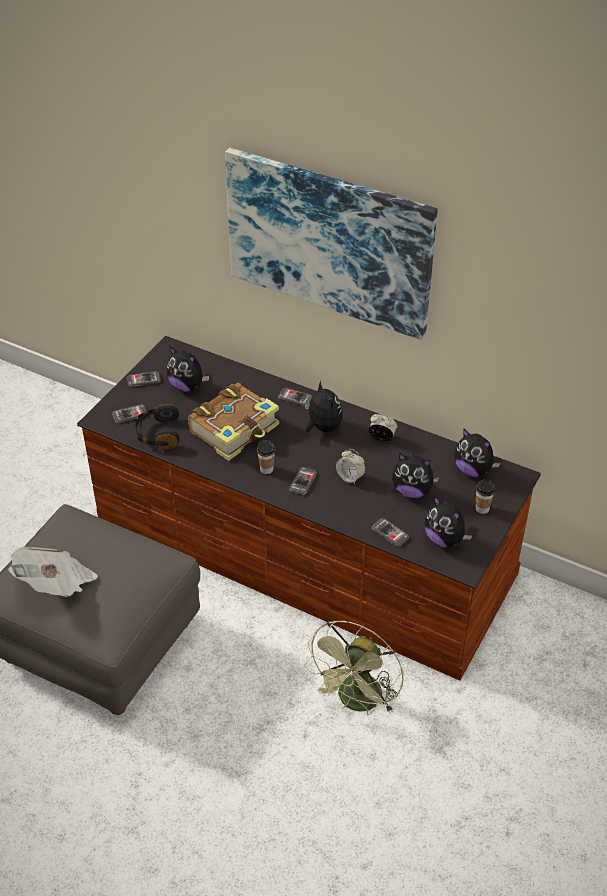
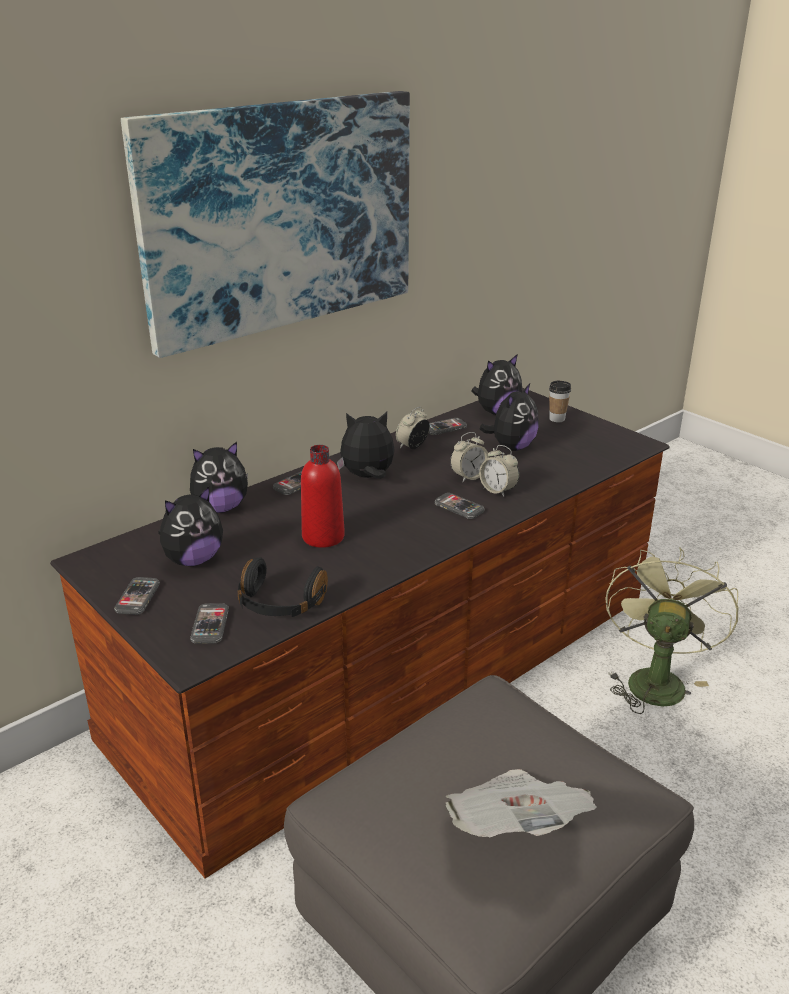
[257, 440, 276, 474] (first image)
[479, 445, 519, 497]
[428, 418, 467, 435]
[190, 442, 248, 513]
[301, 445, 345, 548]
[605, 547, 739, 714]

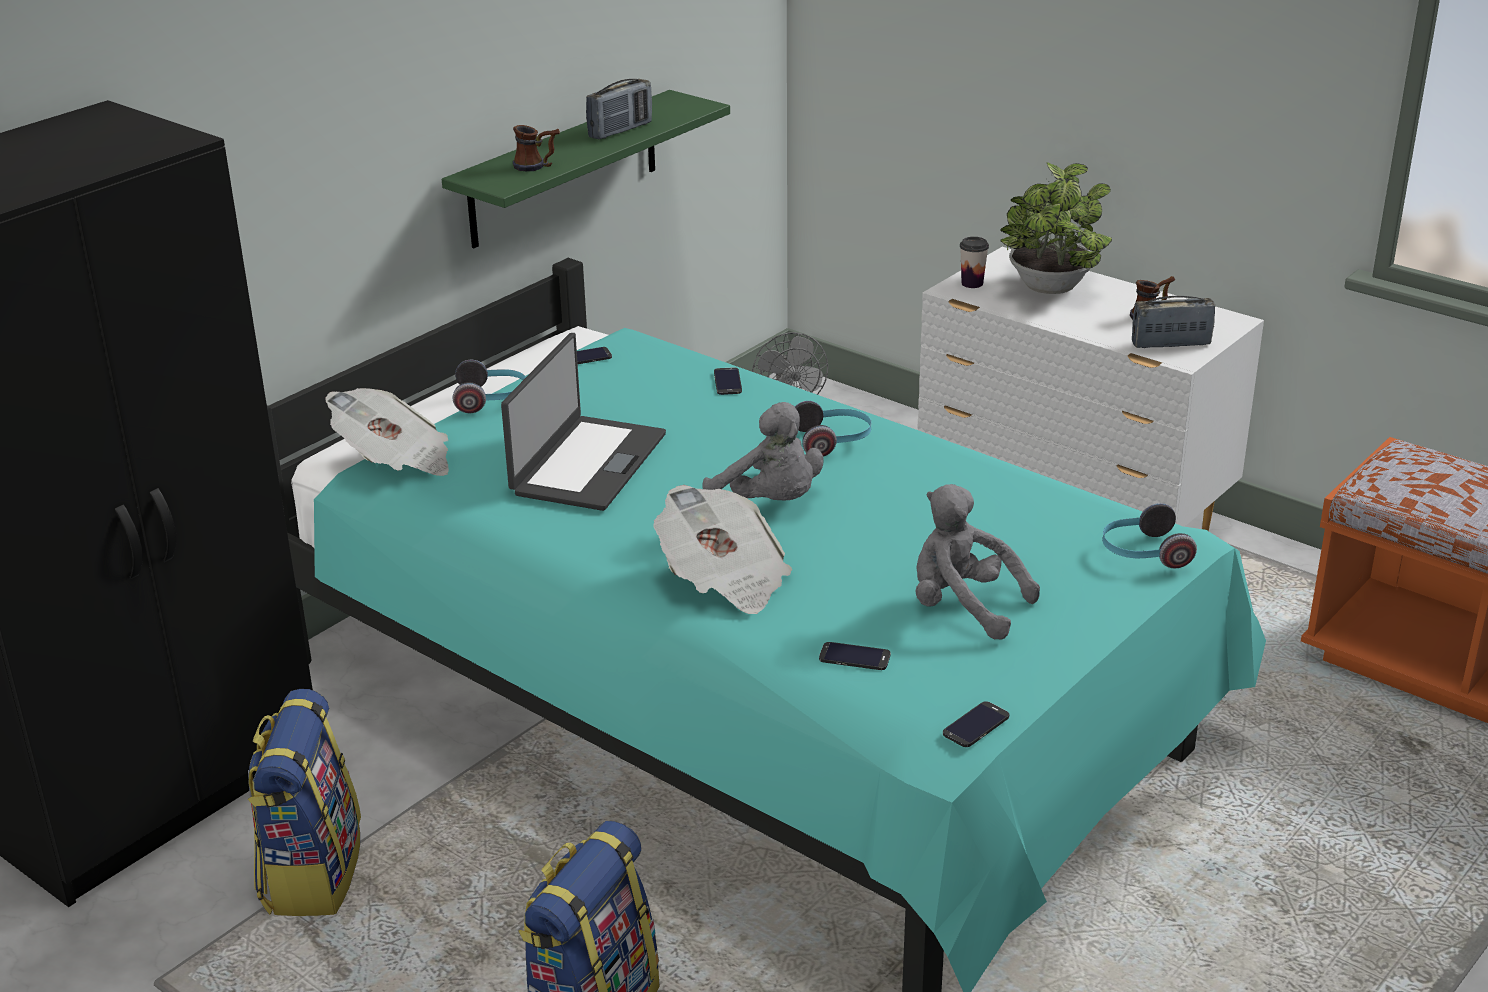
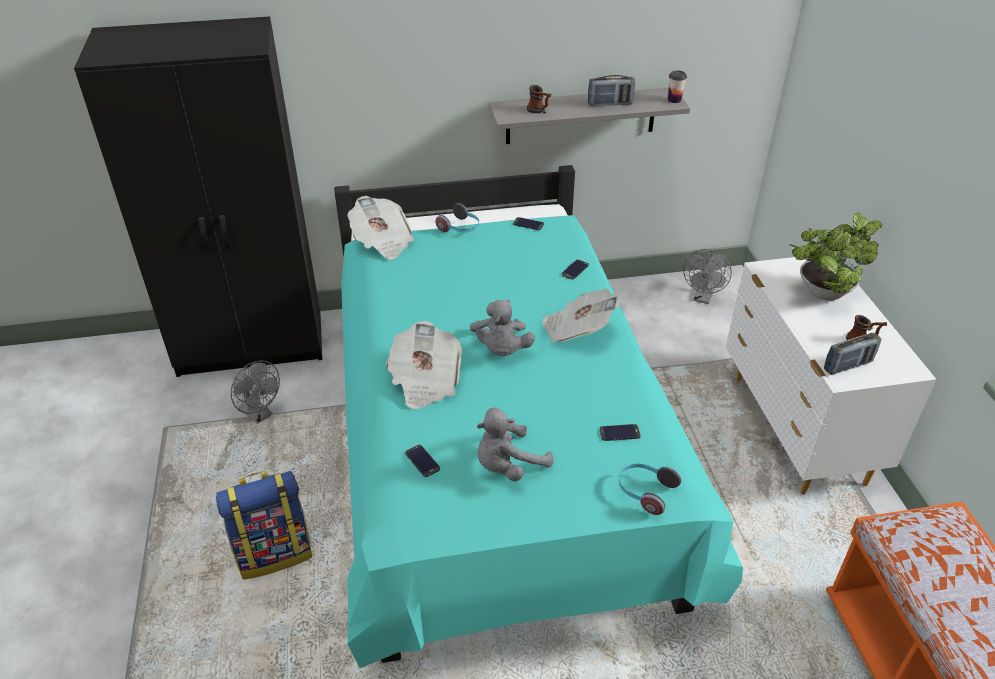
[501, 333, 666, 511] (first image)
[599, 424, 641, 441]
[668, 70, 687, 103]
[231, 360, 280, 424]
[542, 289, 620, 343]
[489, 87, 690, 144]
[477, 407, 554, 482]
[824, 333, 882, 375]

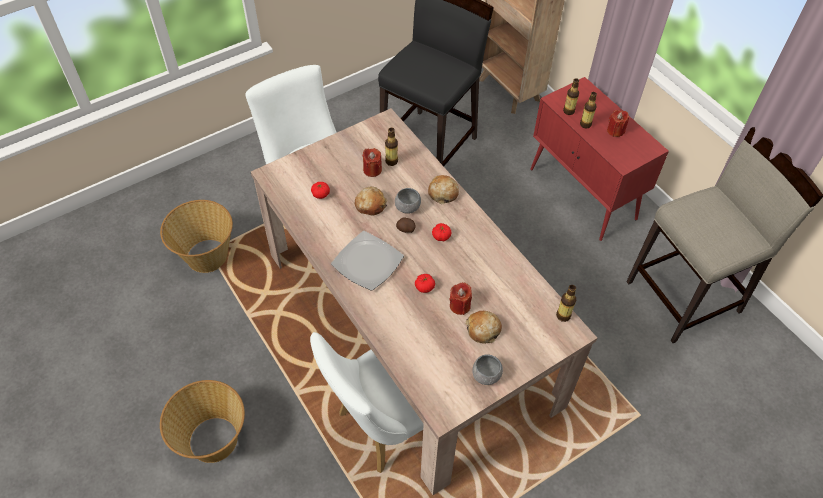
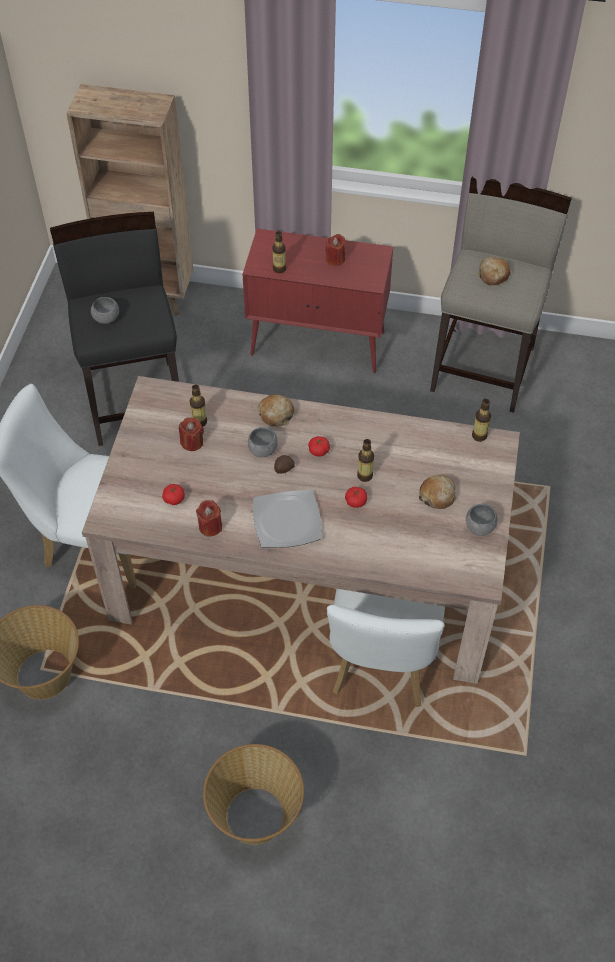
[91, 297, 119, 324]
[478, 257, 511, 285]
[196, 500, 222, 536]
[357, 439, 374, 482]

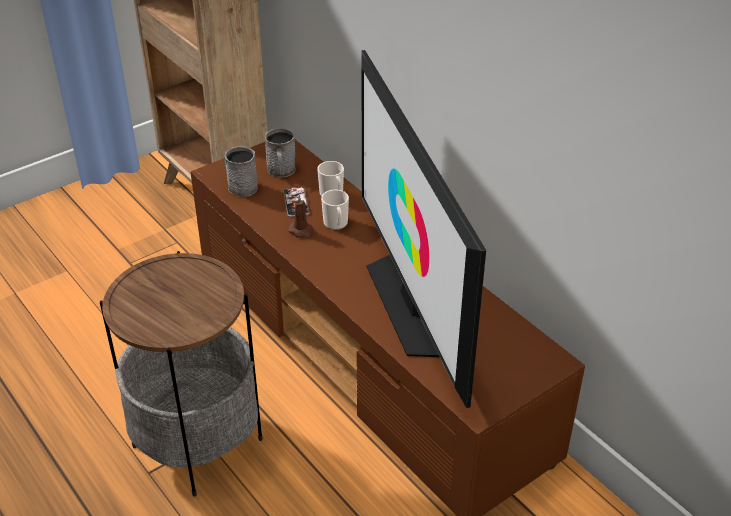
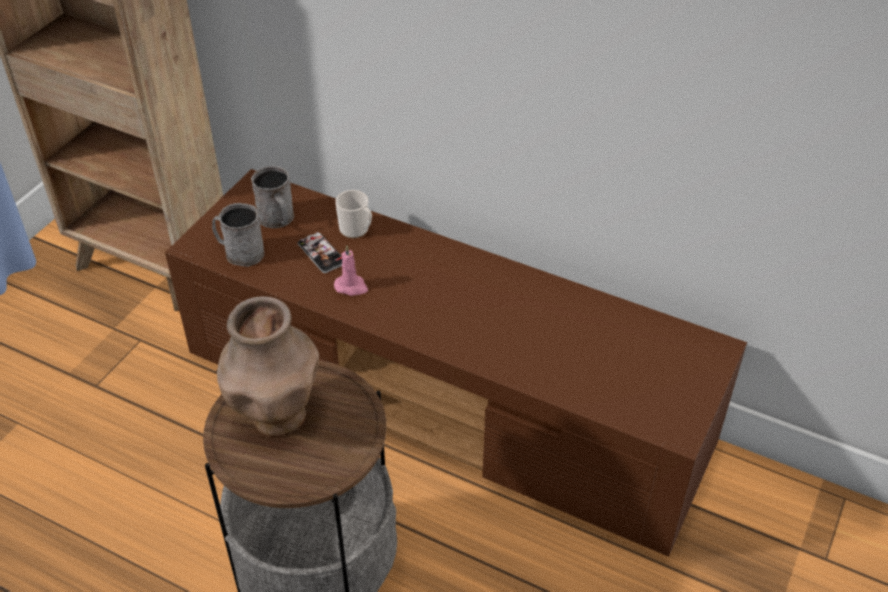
[321, 190, 349, 230] (first image)
[361, 50, 486, 408] (first image)
[217, 297, 319, 436]
[334, 245, 368, 296]

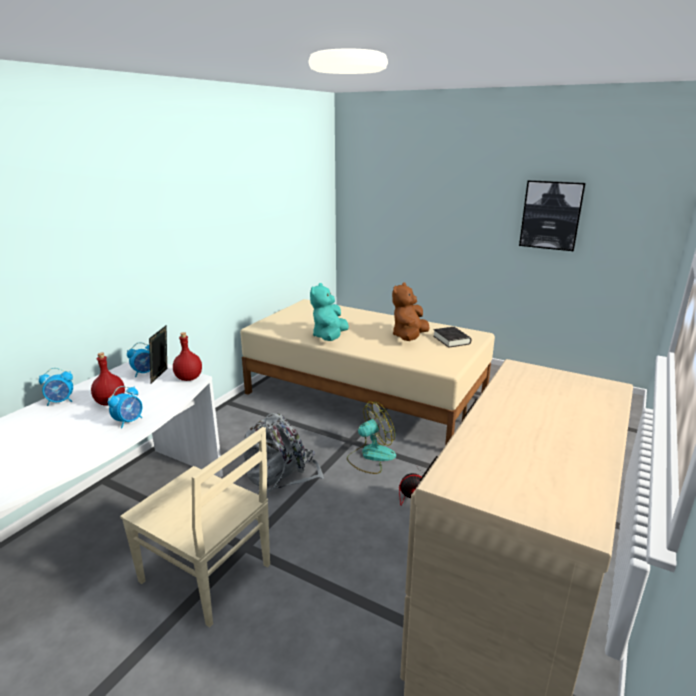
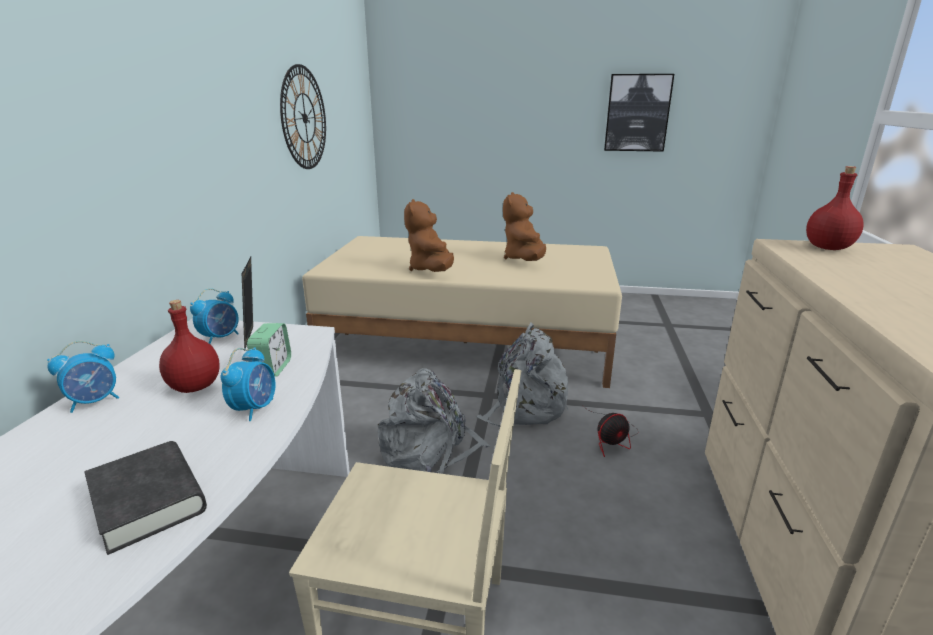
[247, 323, 291, 377]
[280, 64, 326, 169]
[806, 166, 864, 250]
[84, 441, 207, 555]
[476, 322, 568, 427]
[404, 199, 454, 272]

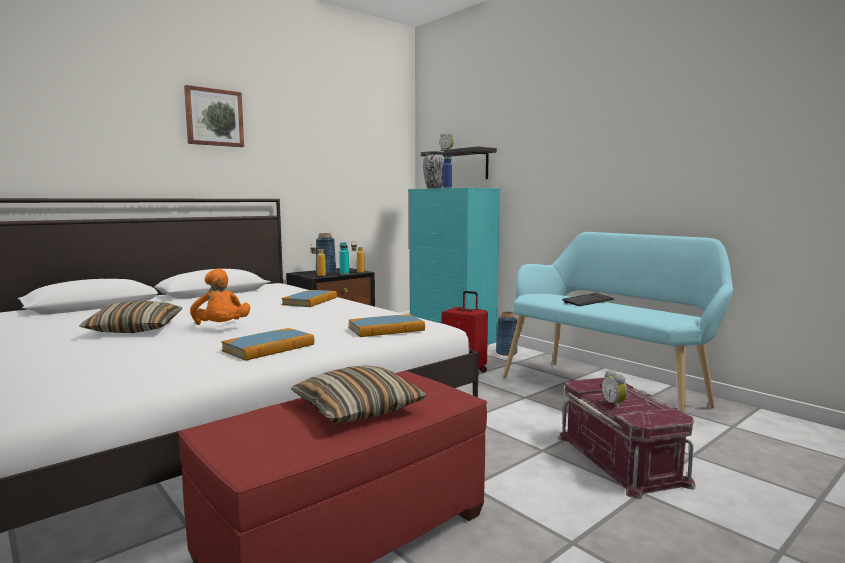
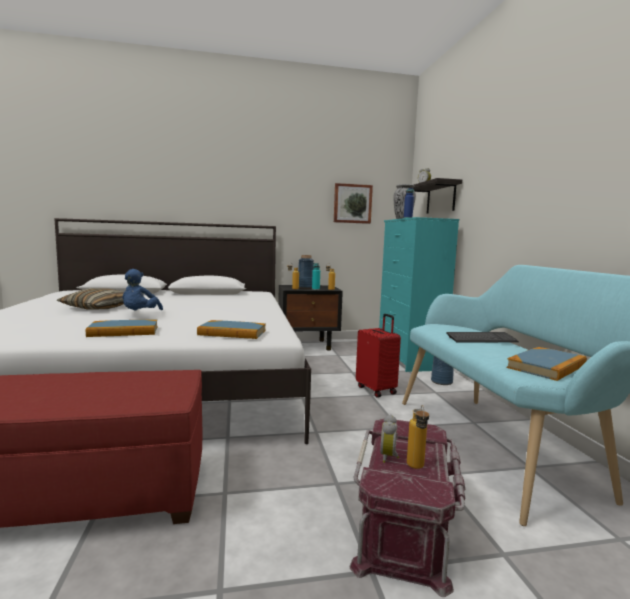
[291, 365, 427, 423] (first image)
[407, 405, 429, 469]
[334, 183, 373, 224]
[507, 347, 587, 381]
[122, 269, 163, 311]

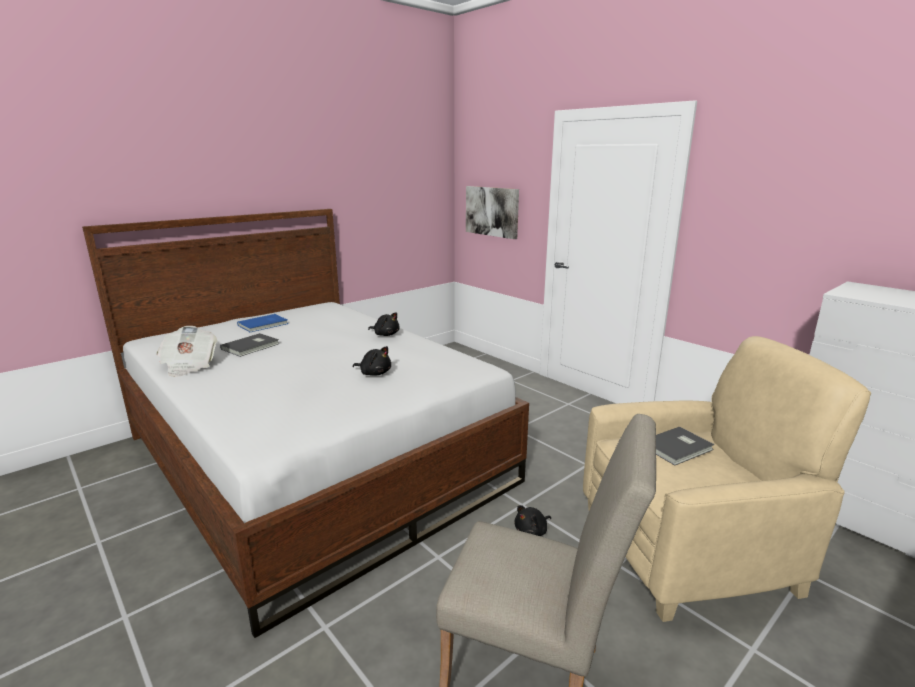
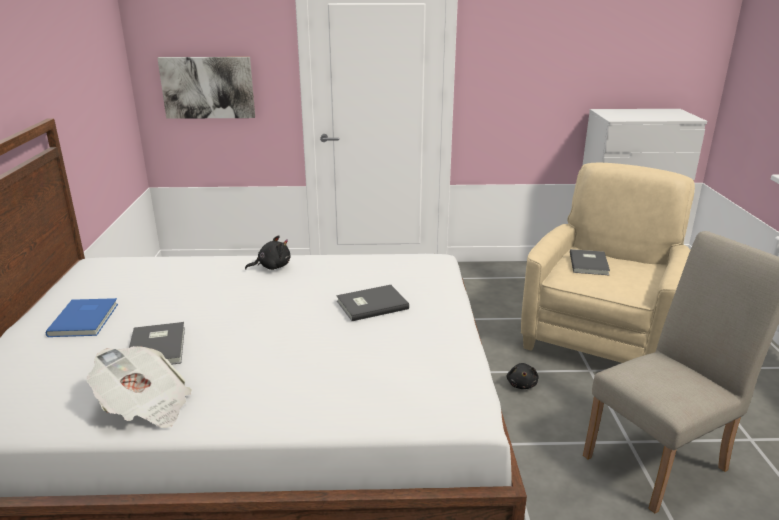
[336, 285, 409, 321]

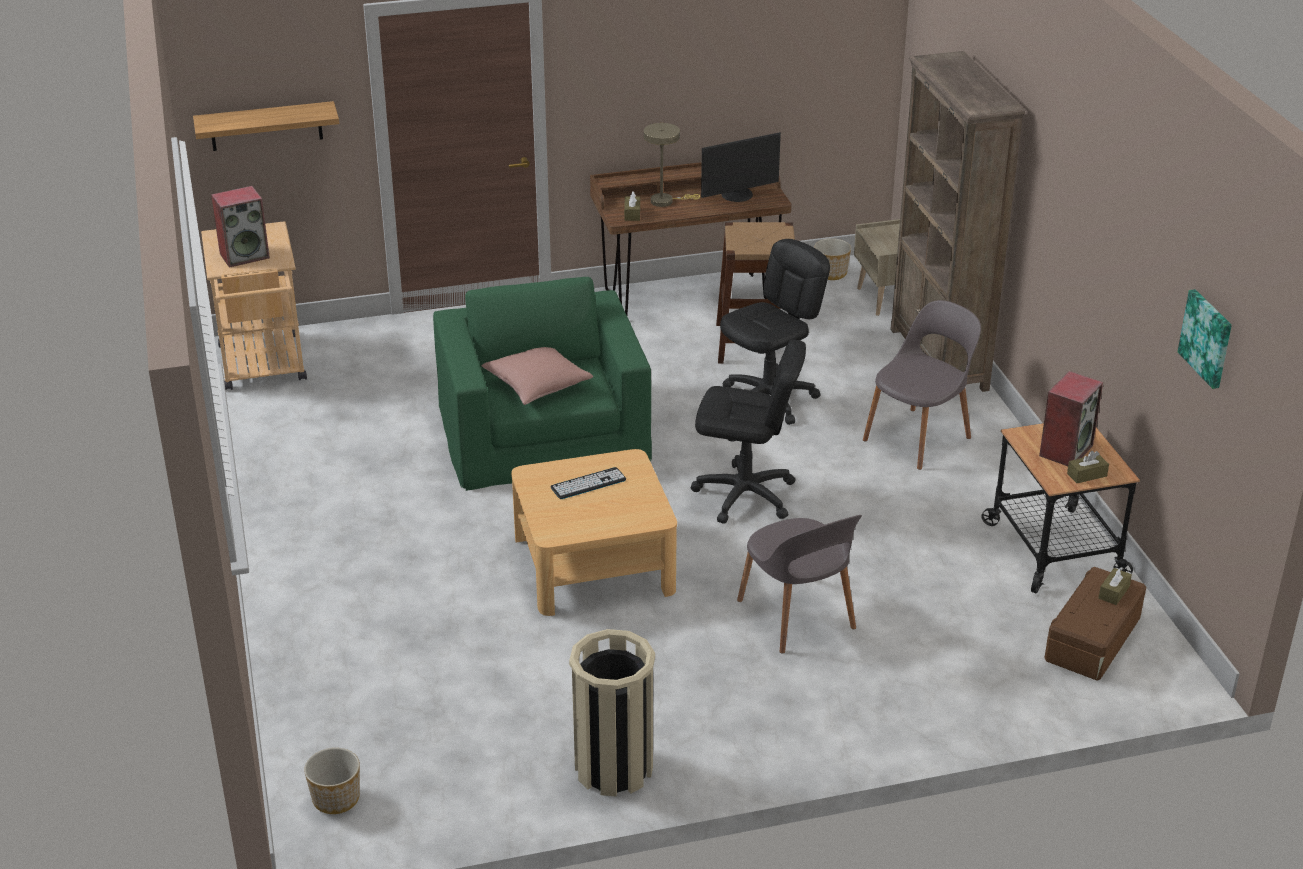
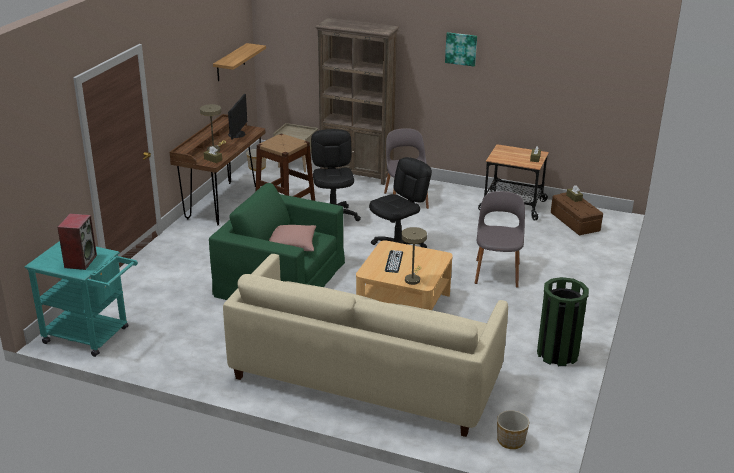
[1039, 371, 1103, 466] (first image)
[223, 254, 508, 437]
[401, 227, 427, 285]
[213, 43, 266, 81]
[445, 32, 477, 67]
[25, 241, 138, 357]
[537, 277, 589, 366]
[475, 191, 525, 288]

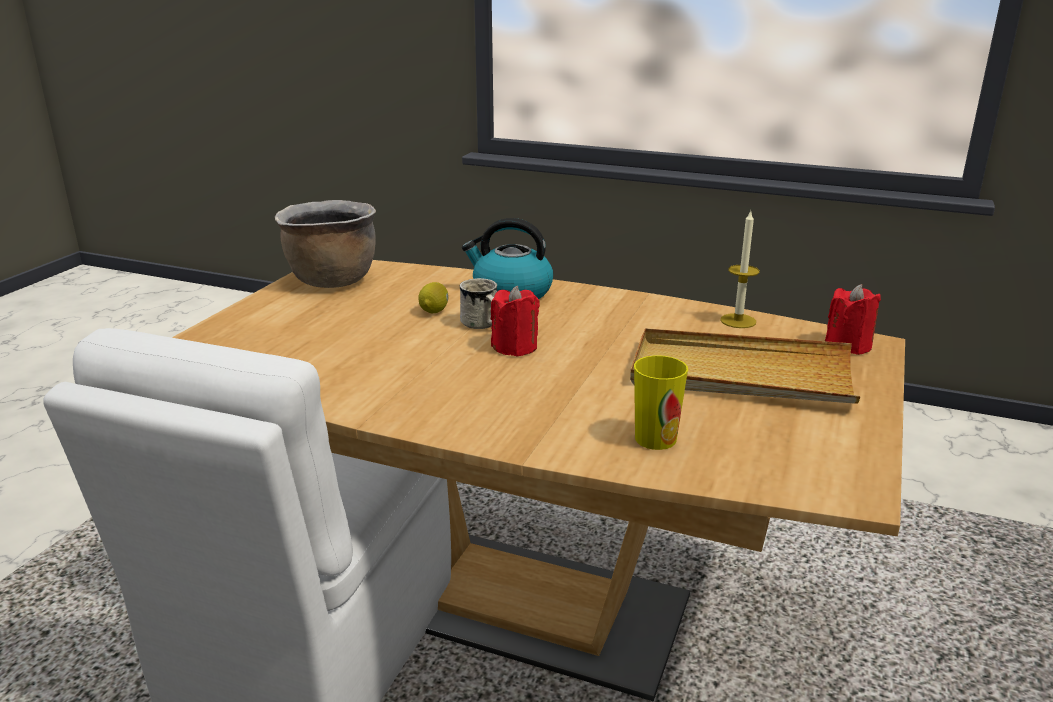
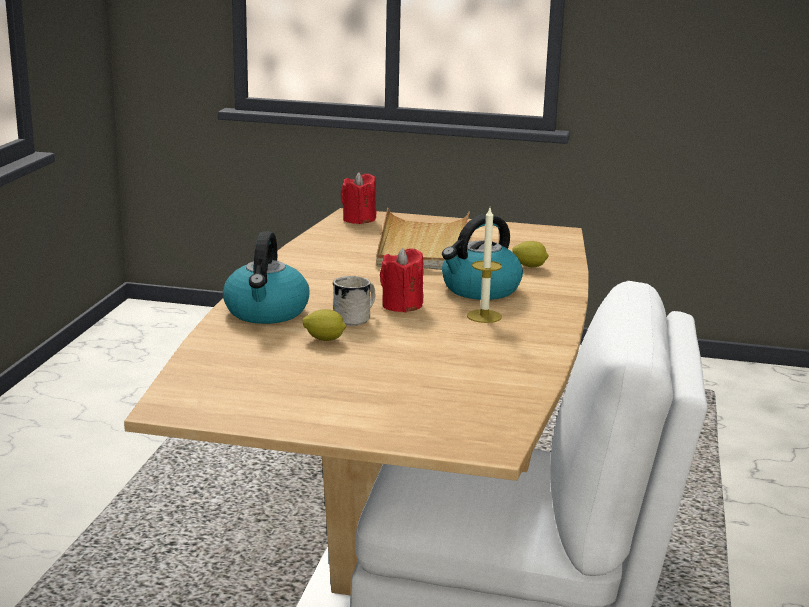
[275, 200, 376, 288] (first image)
[442, 214, 523, 300]
[467, 208, 502, 323]
[512, 241, 549, 267]

